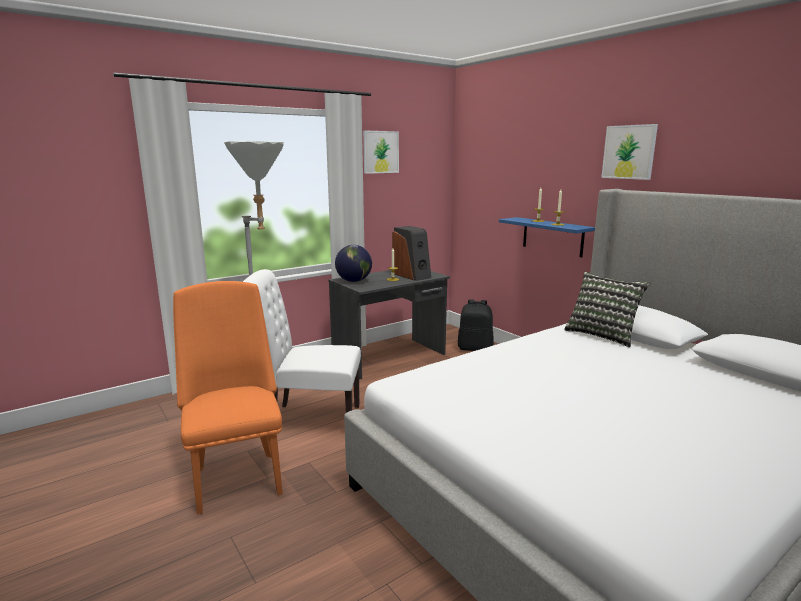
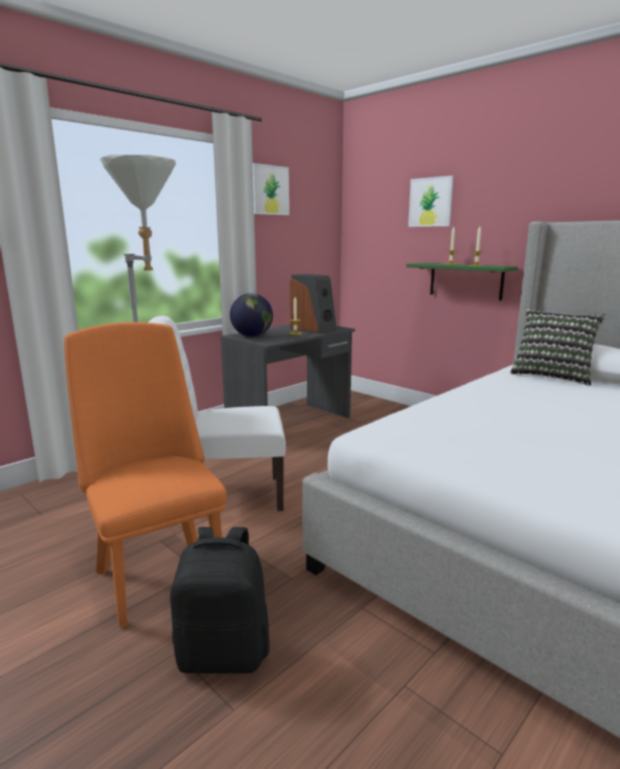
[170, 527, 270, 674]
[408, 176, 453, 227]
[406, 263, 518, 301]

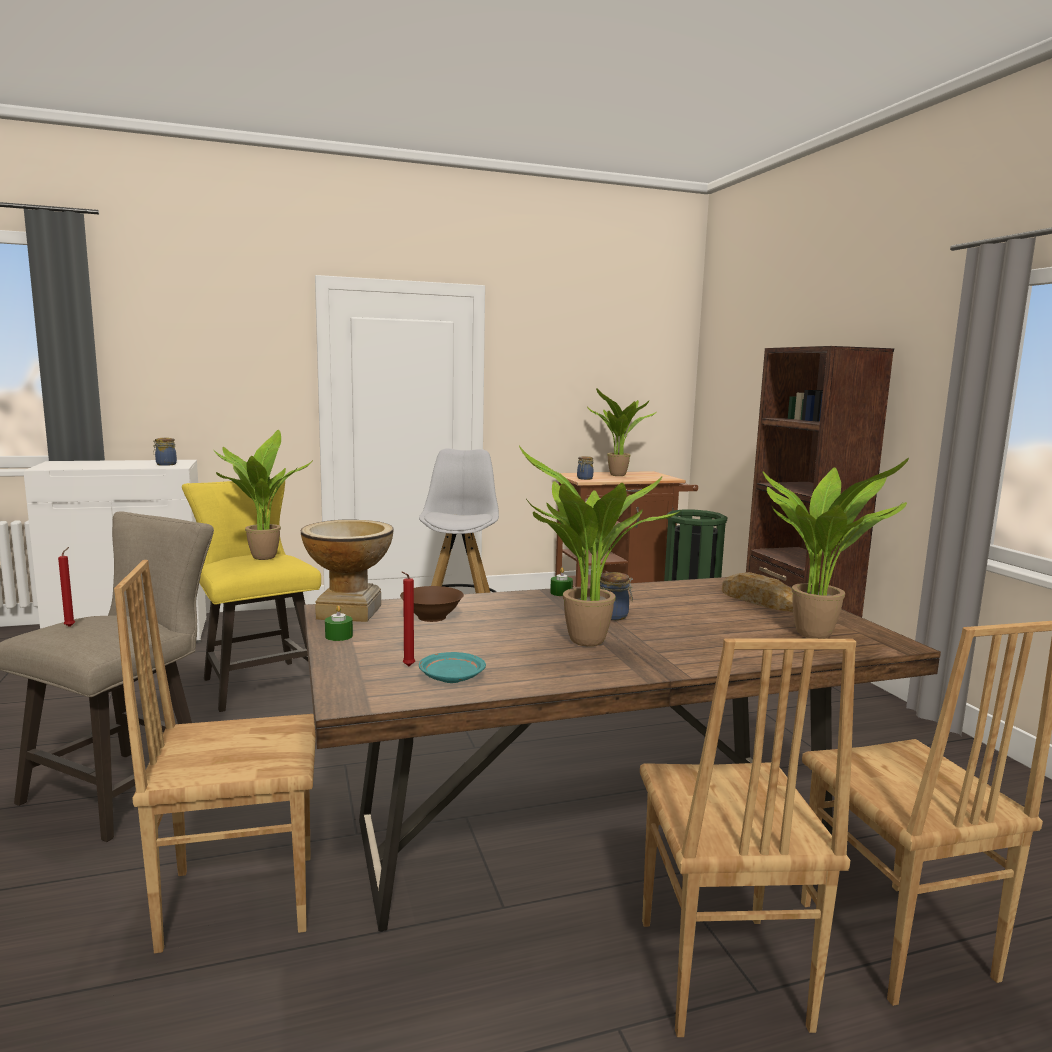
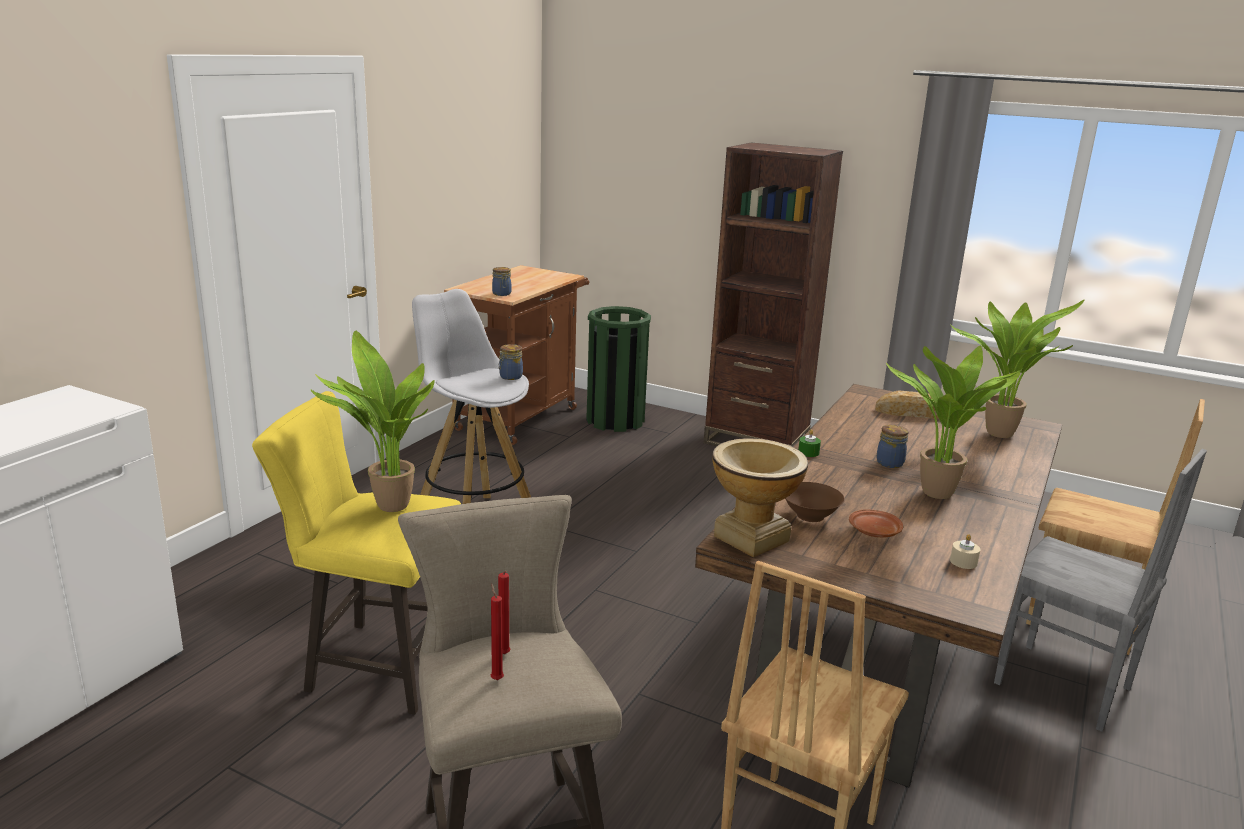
[325, 605, 353, 641] (first image)
[587, 388, 656, 476] (first image)
[849, 509, 903, 537]
[498, 344, 523, 380]
[498, 571, 510, 654]
[950, 534, 980, 569]
[994, 449, 1207, 732]

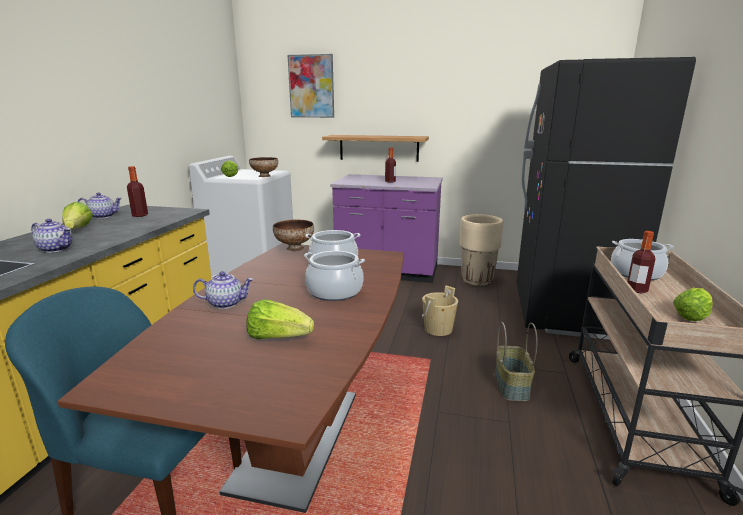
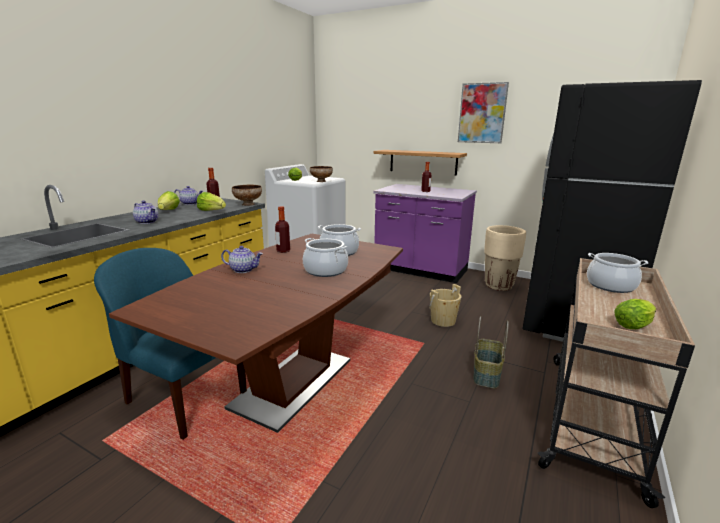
[197, 192, 226, 211]
[232, 185, 262, 206]
[458, 82, 509, 143]
[275, 206, 290, 253]

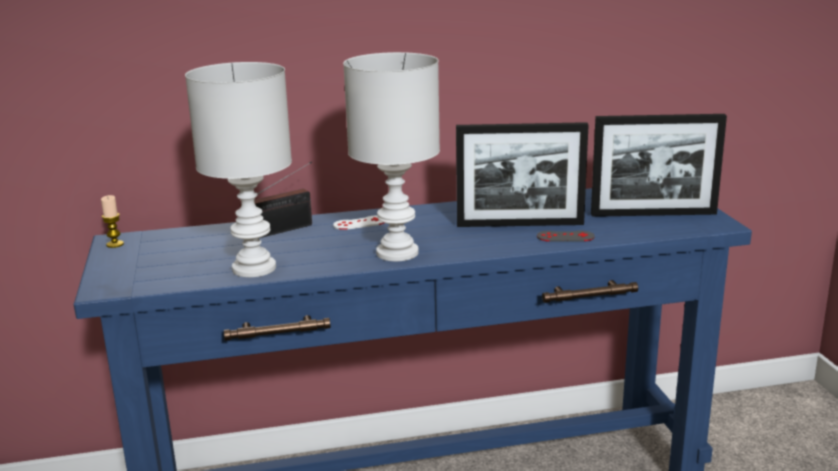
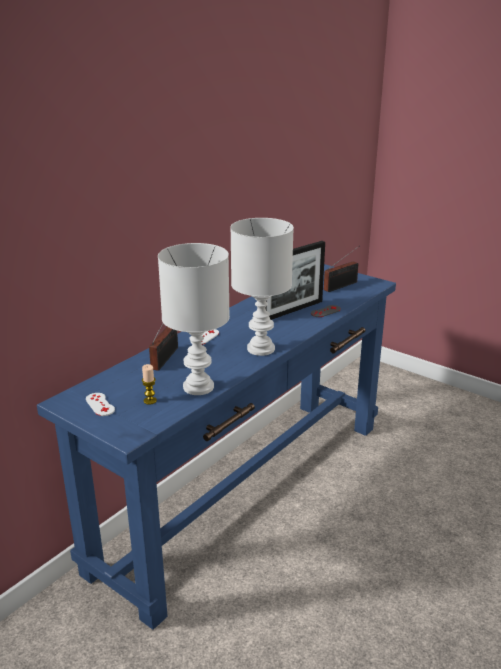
[86, 393, 115, 416]
[142, 364, 157, 405]
[324, 246, 359, 292]

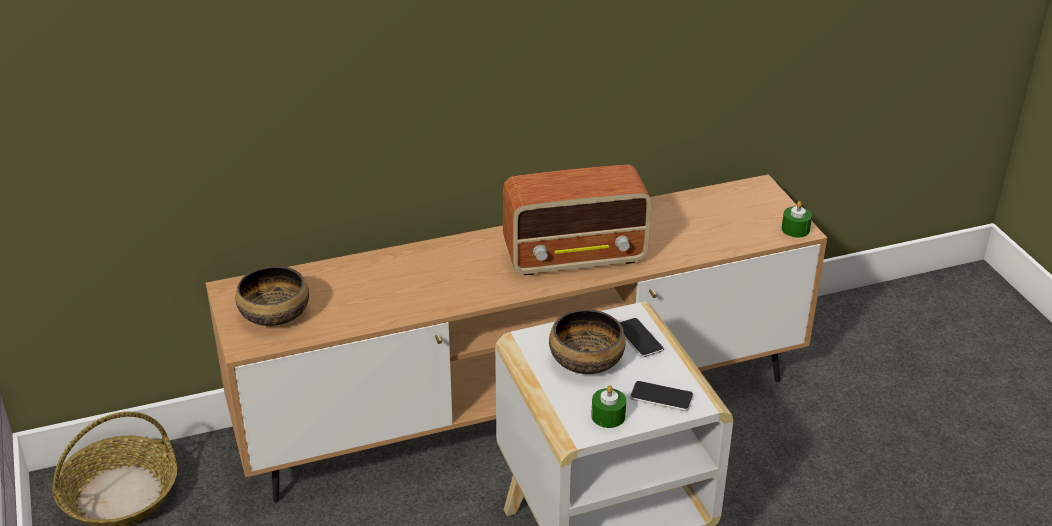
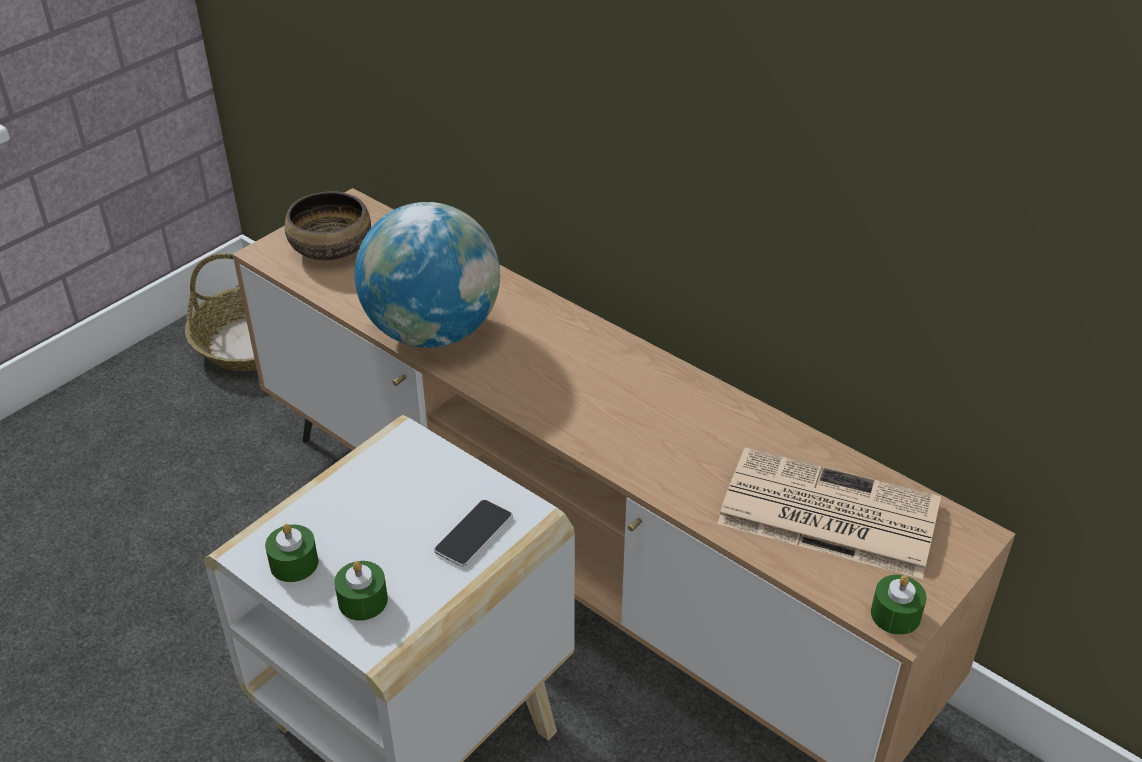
[503, 164, 651, 276] (first image)
[549, 309, 626, 374] (first image)
[355, 202, 500, 348]
[717, 447, 941, 579]
[334, 561, 388, 621]

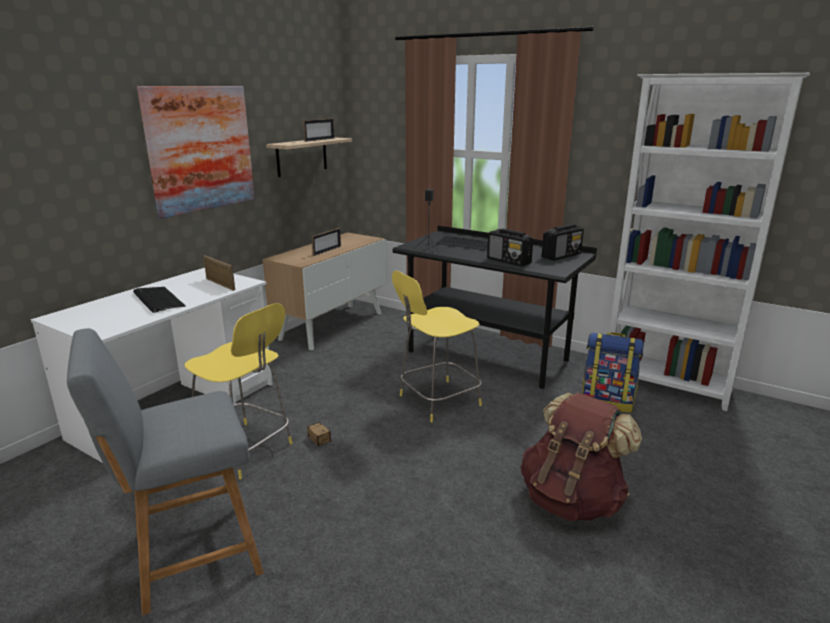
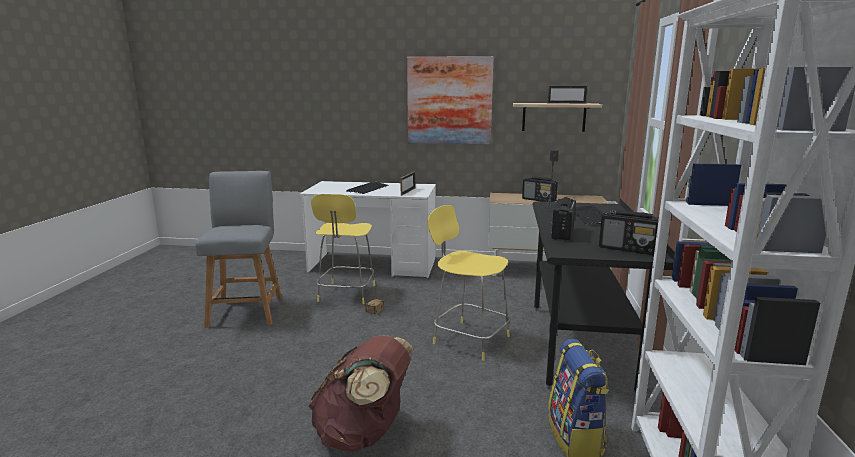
[522, 176, 558, 202]
[196, 171, 282, 328]

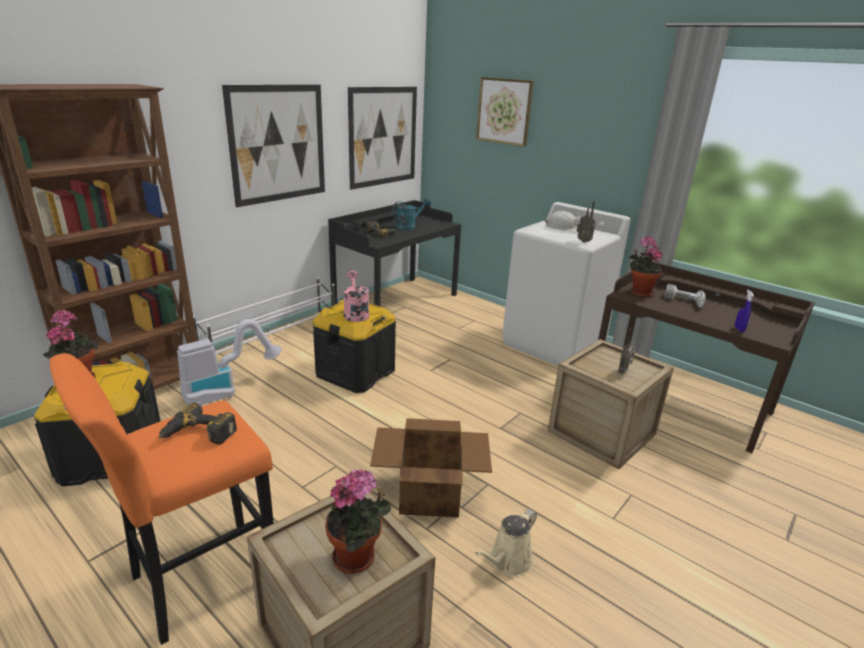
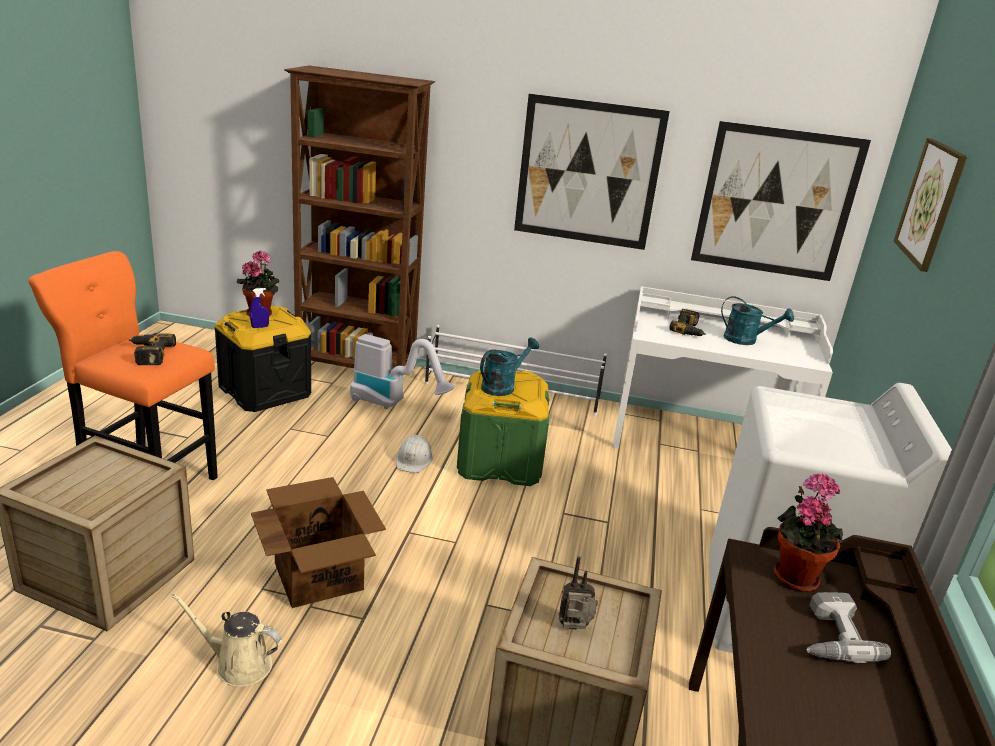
[325, 469, 391, 574] (first image)
[576, 201, 595, 243] (first image)
[396, 435, 433, 473]
[250, 288, 269, 328]
[457, 369, 549, 486]
[613, 286, 833, 449]
[480, 337, 539, 396]

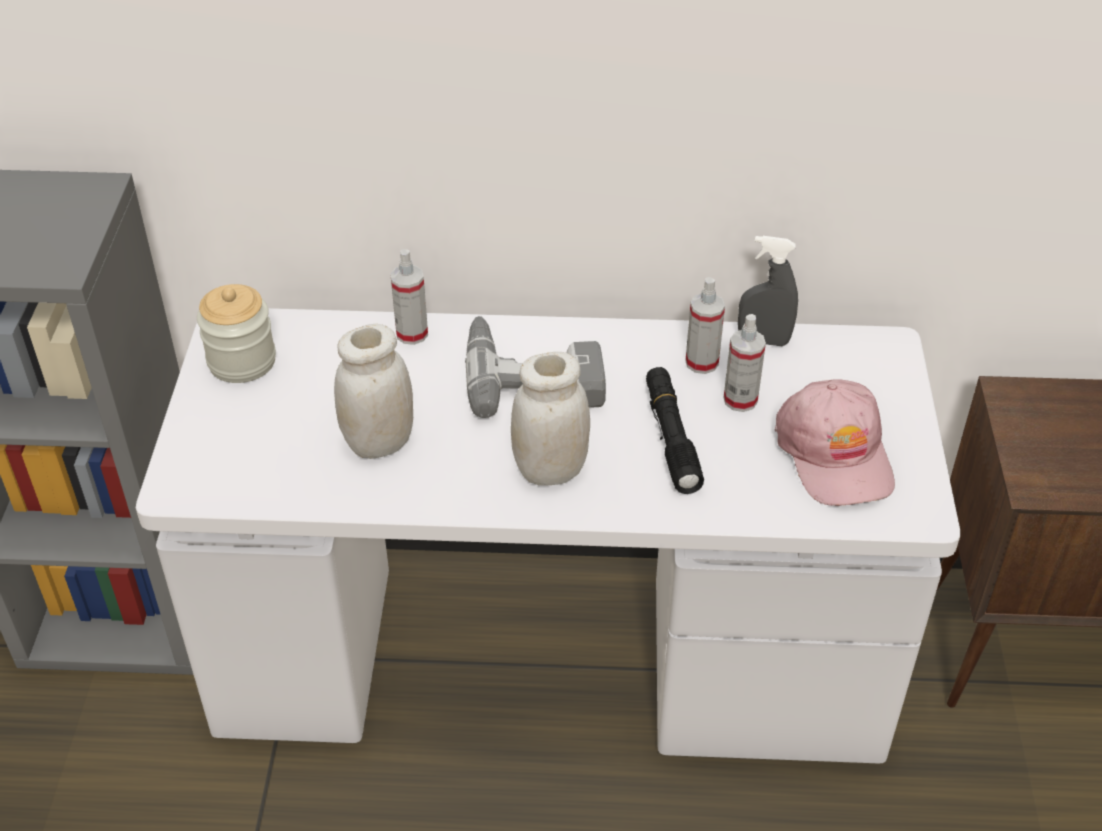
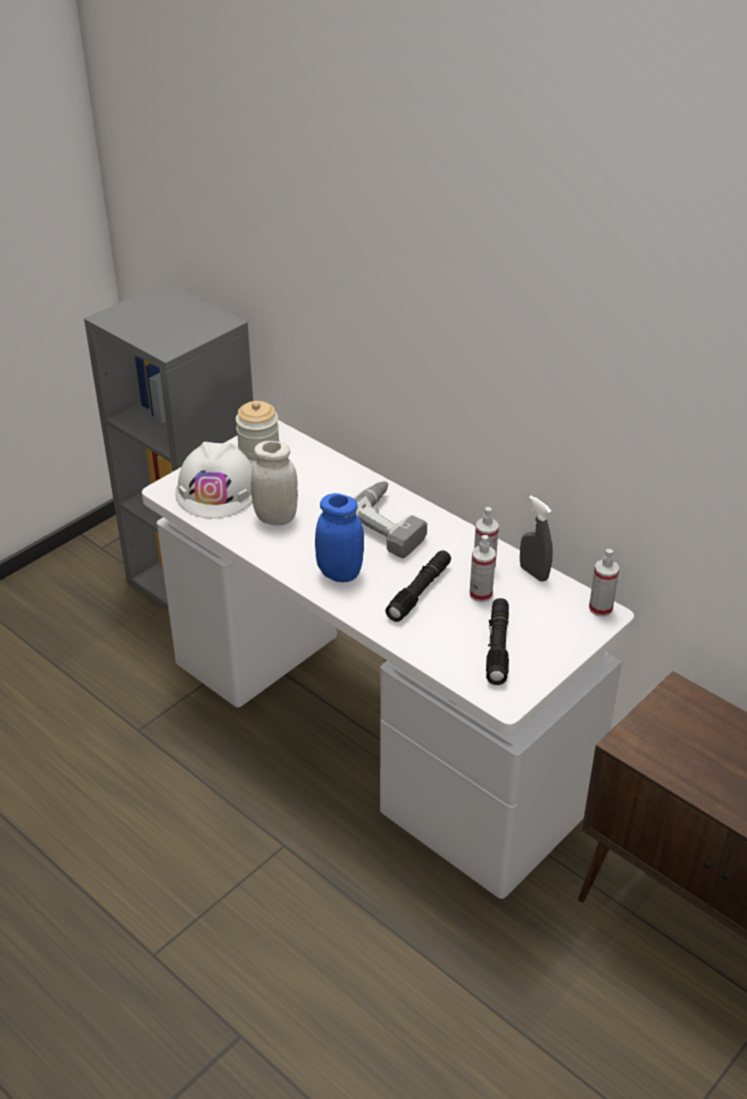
[175, 442, 253, 519]
[589, 549, 619, 617]
[486, 598, 509, 685]
[315, 493, 364, 582]

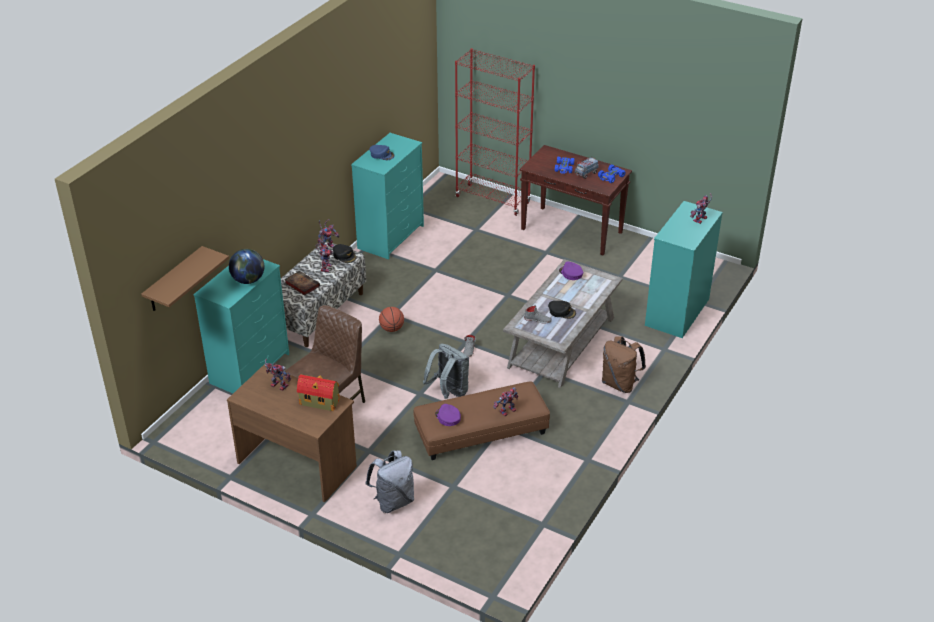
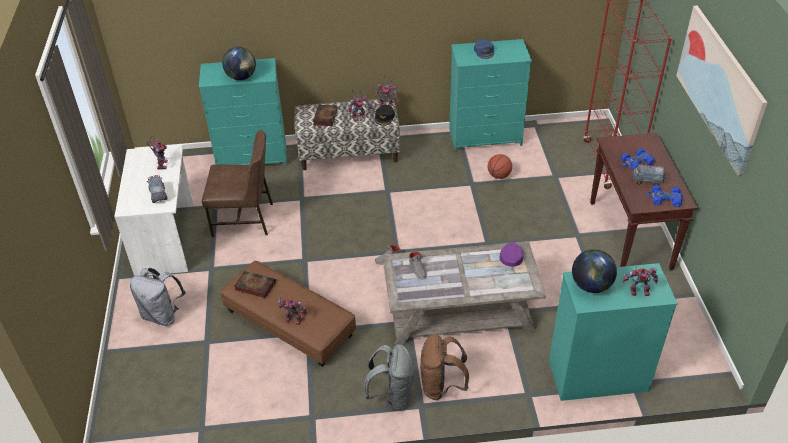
[141, 246, 229, 311] (first image)
[548, 301, 576, 319] (first image)
[572, 249, 617, 293]
[676, 6, 767, 177]
[488, 154, 512, 179]
[364, 344, 414, 410]
[147, 175, 168, 203]
[234, 271, 276, 298]
[114, 145, 194, 276]

